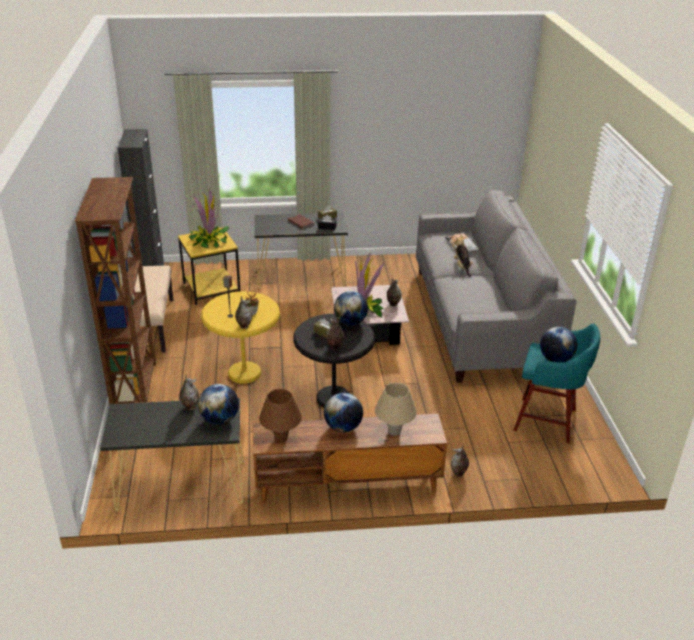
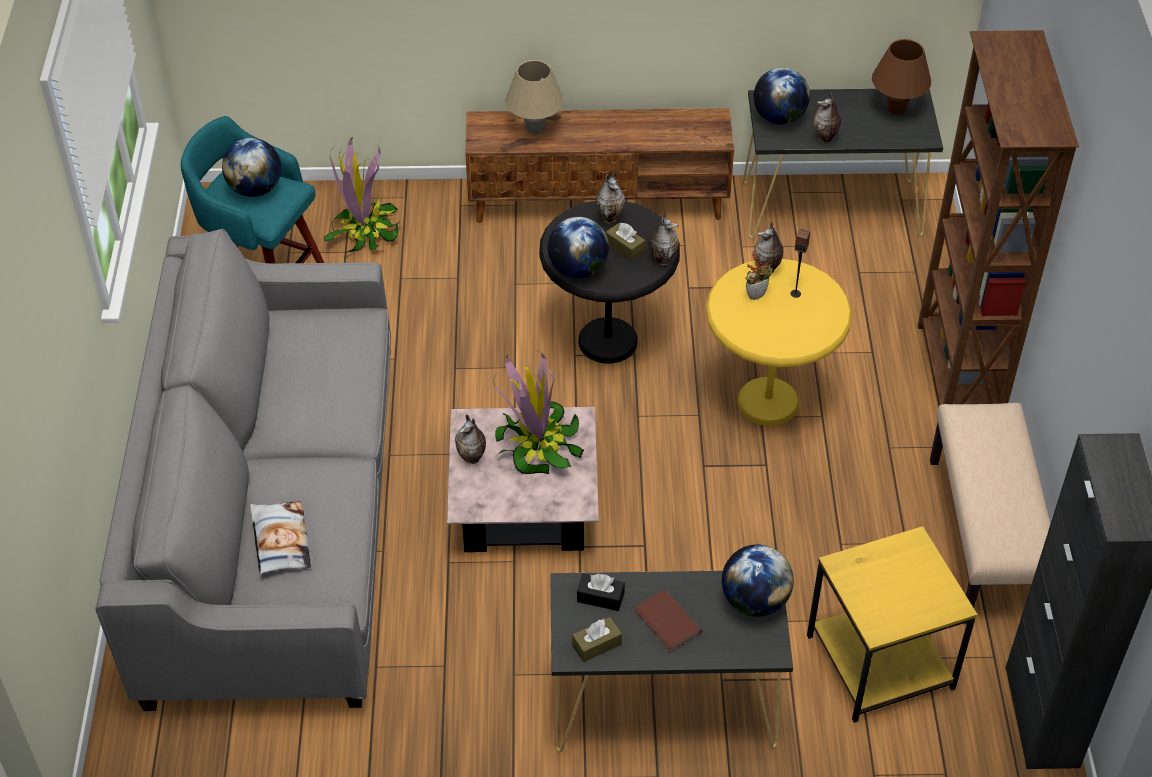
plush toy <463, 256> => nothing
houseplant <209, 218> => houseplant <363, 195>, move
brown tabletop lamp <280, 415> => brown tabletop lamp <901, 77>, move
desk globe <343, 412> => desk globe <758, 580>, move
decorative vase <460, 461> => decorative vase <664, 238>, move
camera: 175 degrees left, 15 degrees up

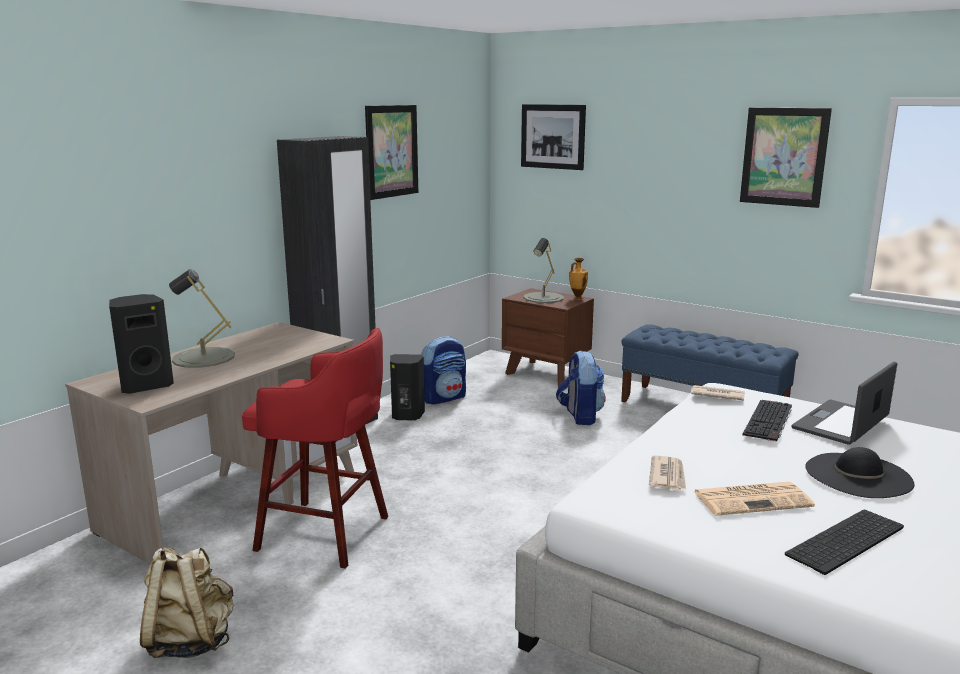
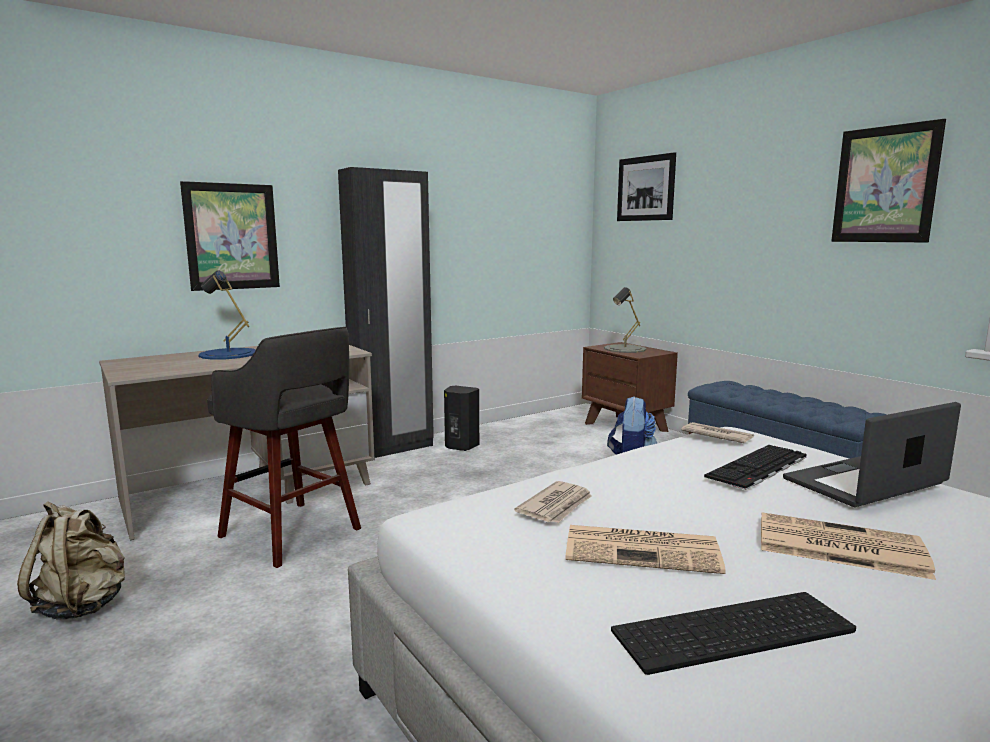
black speaker <141, 344> => nothing
backpack <443, 370> => nothing
decorative vase <578, 279> => nothing
wall art <391, 152> => wall art <230, 236>, move
black clothing hat <860, 472> => printed paper <848, 546>
gray tabletop lamp <202, 318> => bluish tabletop lamp <227, 315>
reddish stool <315, 448> => gray stool <284, 447>
camera: 20 degrees right, 5 degrees down

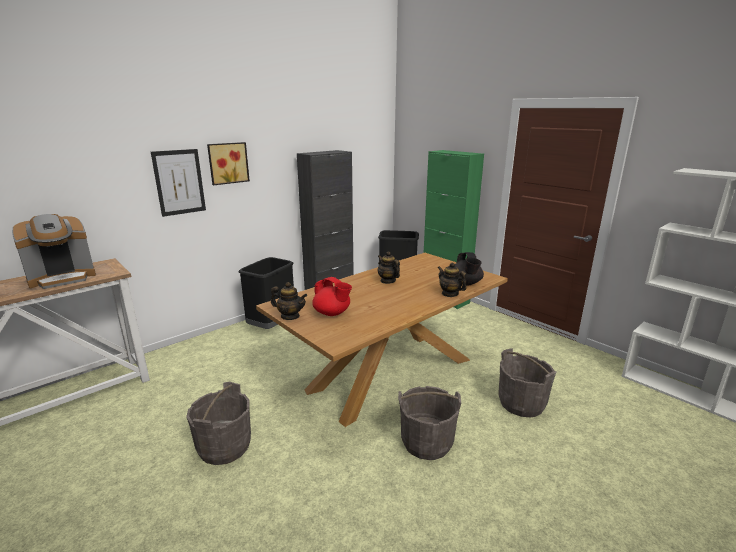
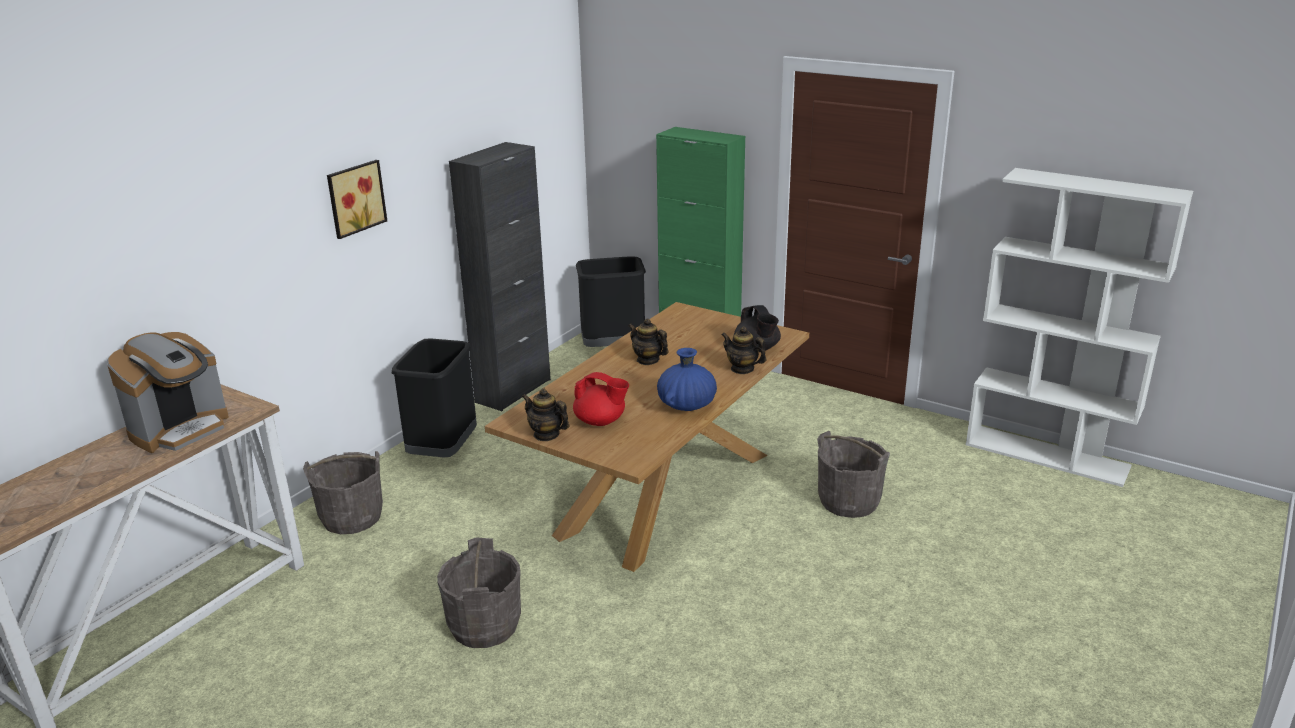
wall art <178, 183> => nothing
nothing => bluish decorative vase <687, 379>
gray pail <429, 423> => gray pail <343, 492>, move
teapot <289, 301> => teapot <545, 414>, 150 degrees counterclockwise
camera: 15 degrees left, 5 degrees up

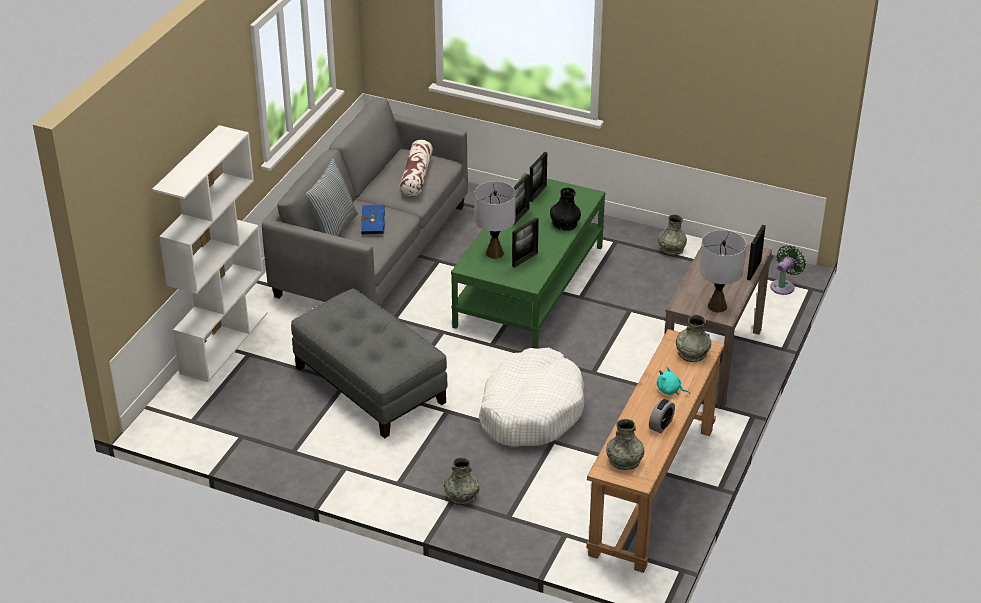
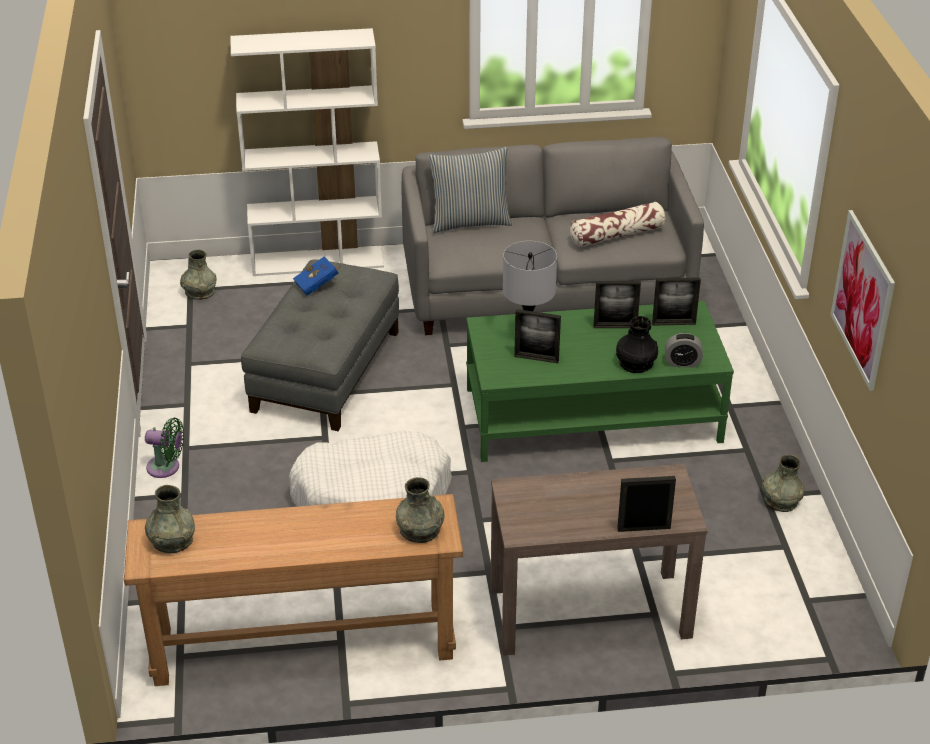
blue-green plush toy <673, 381> => nothing
gray tabletop lamp <722, 271> => nothing
nothing => wall art <862, 300>
bluish volume <373, 219> => bluish volume <316, 276>, move
gray decorative vase <462, 481> => gray decorative vase <198, 275>, move
alarm clock <662, 416> => alarm clock <684, 350>, move
green electric fan <788, 270> => green electric fan <164, 448>, move
camera: 60 degrees right, 0 degrees up

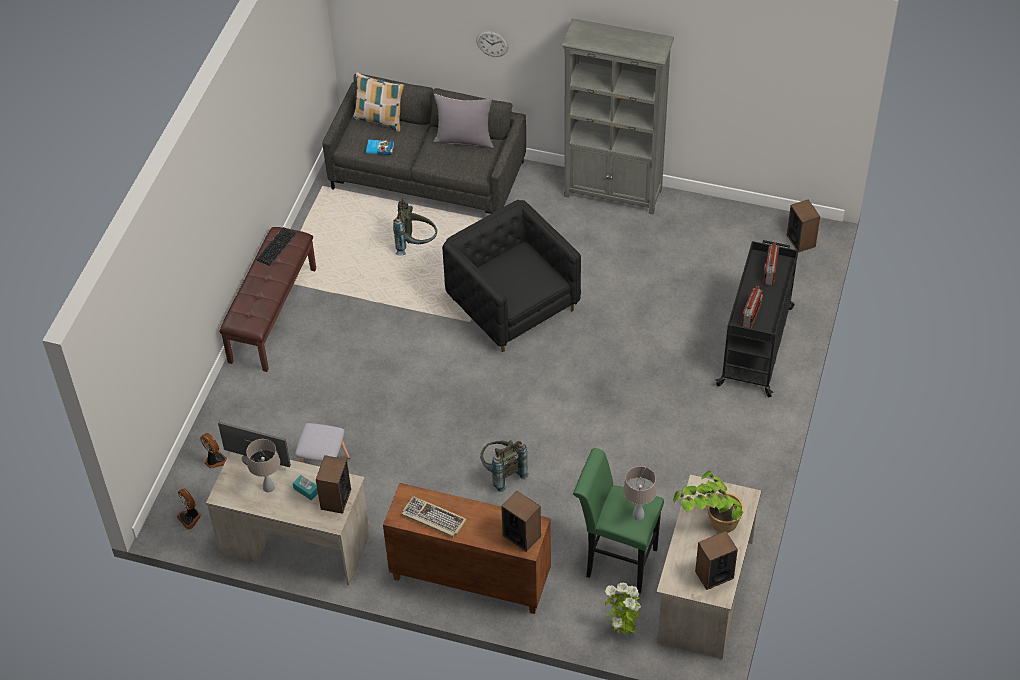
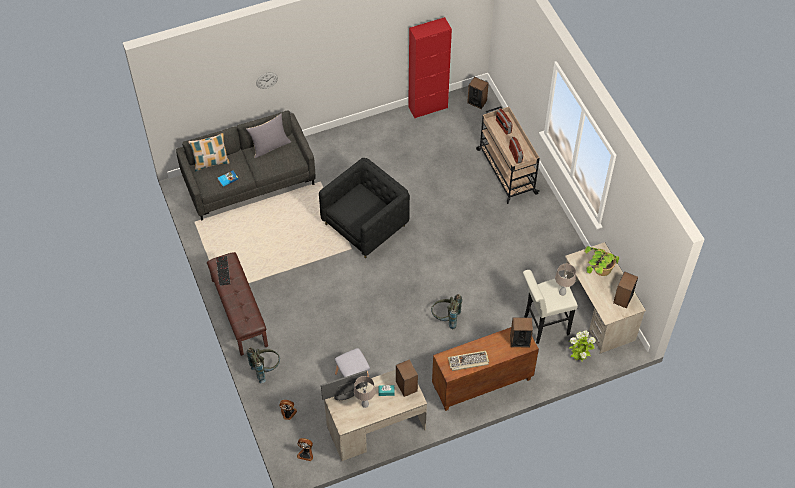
gray bookshelf <617, 117> => nothing
nothing => reddish cupboard <430, 67>
gray backpack <415, 226> => gray backpack <263, 365>, move
green stool <618, 521> => white-coloured stool <550, 307>
black wheeled cart <756, 318> => sand-coloured wheeled cart <508, 155>
black easy chair <511, 276> => black easy chair <364, 208>, 120 degrees clockwise
camera: 40 degrees left, 5 degrees up

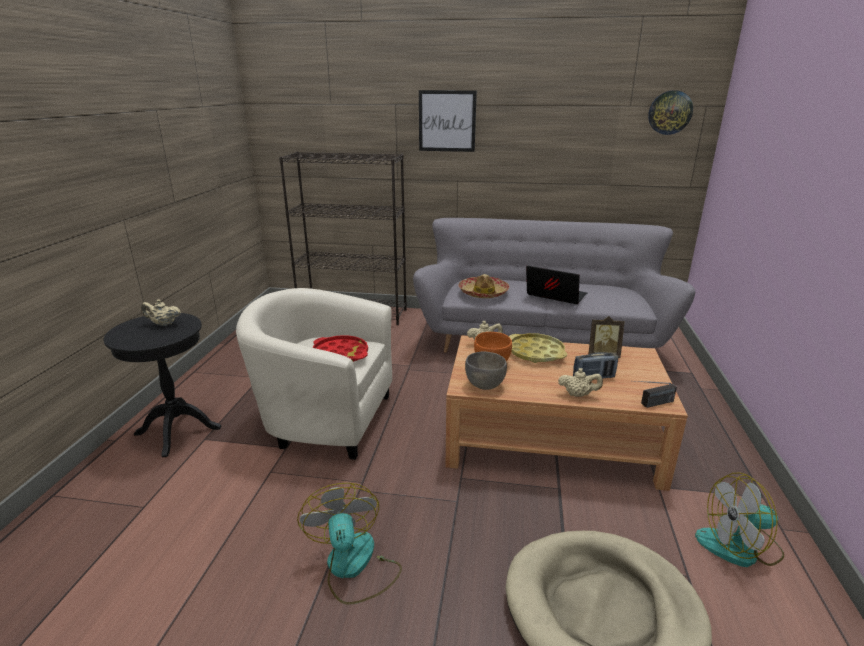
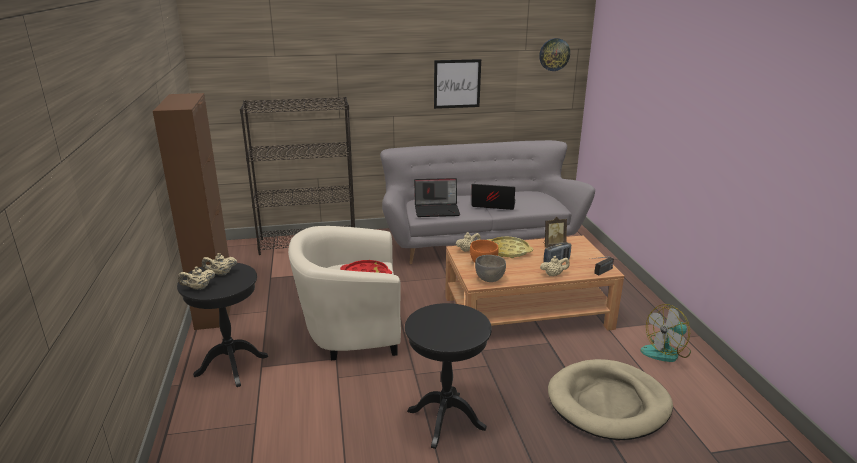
nothing => brown cupboard <192, 211>
nothing => sand-coloured teapot <196, 278>
wall art <448, 121> => wall art <457, 84>, move
electric fan <349, 543> => black side table <448, 376>
clothing hat <484, 286> => portable computer <437, 197>
camera: 20 degrees left, 0 degrees up

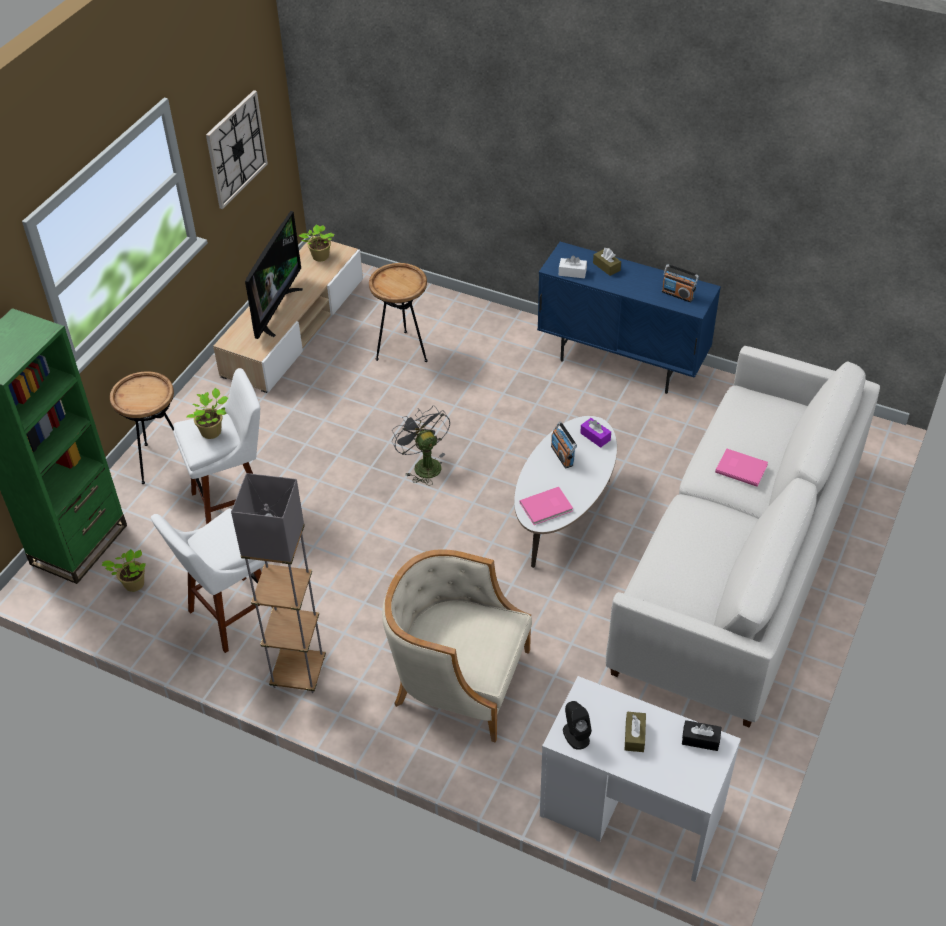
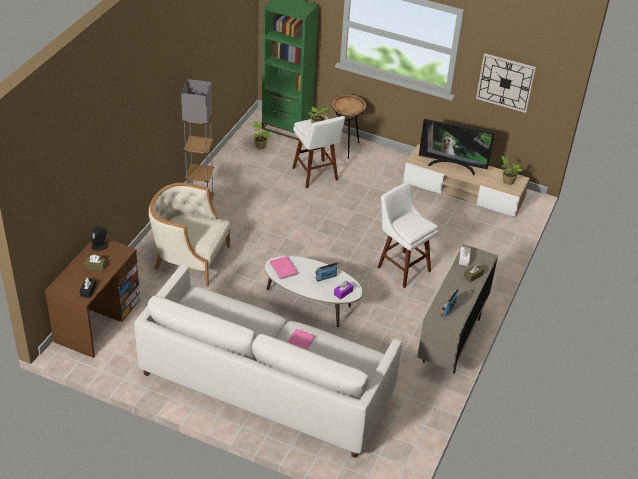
brown side table <398, 312> => nothing
gray electric fan <421, 445> => nothing
white-coloured stool <212, 580> => white-coloured stool <407, 235>, move
bluish cupboard <629, 318> => sand-coloured cupboard <457, 309>
white-coloured desk unit <640, 779> => brown desk unit <93, 298>
sand-coloured easy chair <457, 646> => sand-coloured easy chair <189, 235>, 90 degrees counterclockwise
camera: 85 degrees right, 5 degrees down

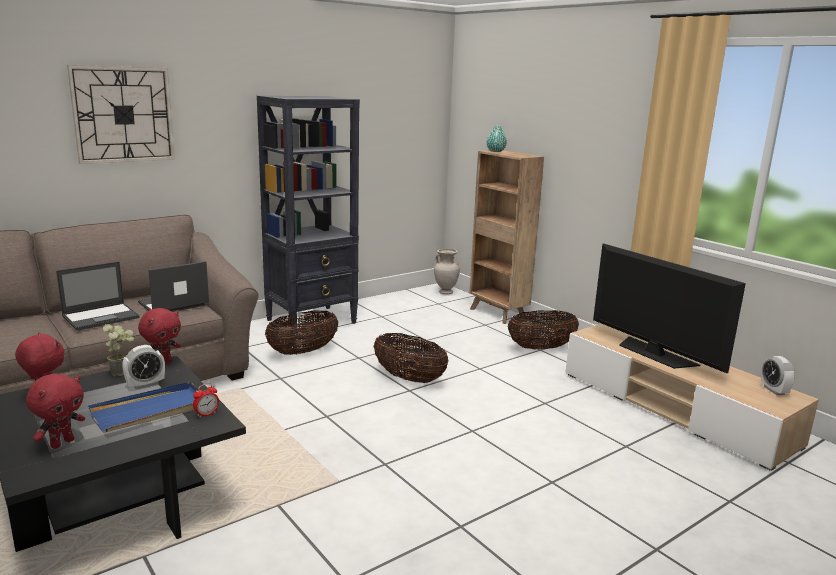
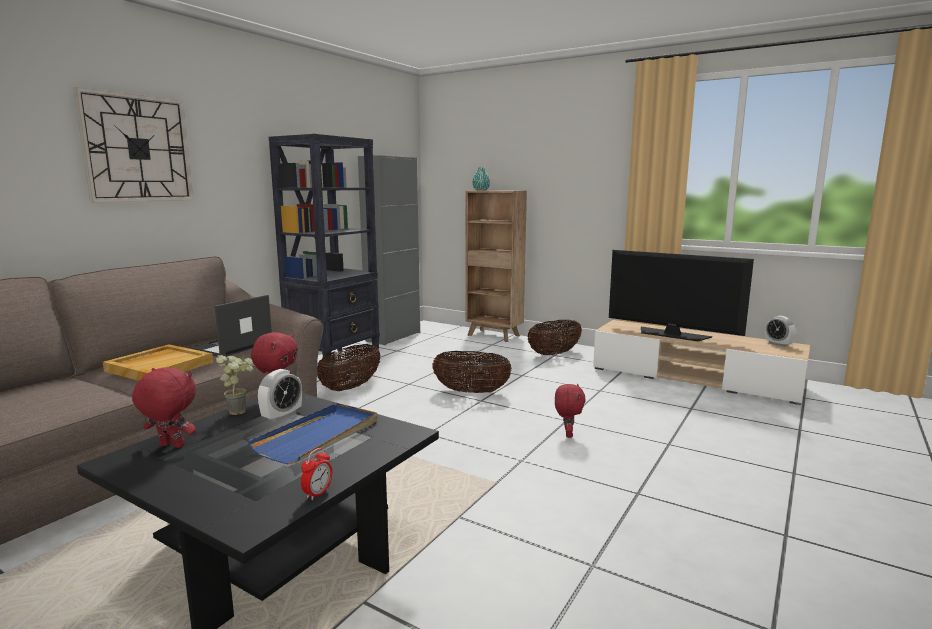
sand-coloured decorative vase <447, 271> => nothing
nothing => gray cupboard <389, 250>
reddish plush toy <55, 411> => reddish plush toy <570, 410>, move
alarm clock <206, 400> => alarm clock <316, 474>, move
portable computer <98, 296> => sand-coloured serving tray <158, 362>
camera: 20 degrees left, 5 degrees down

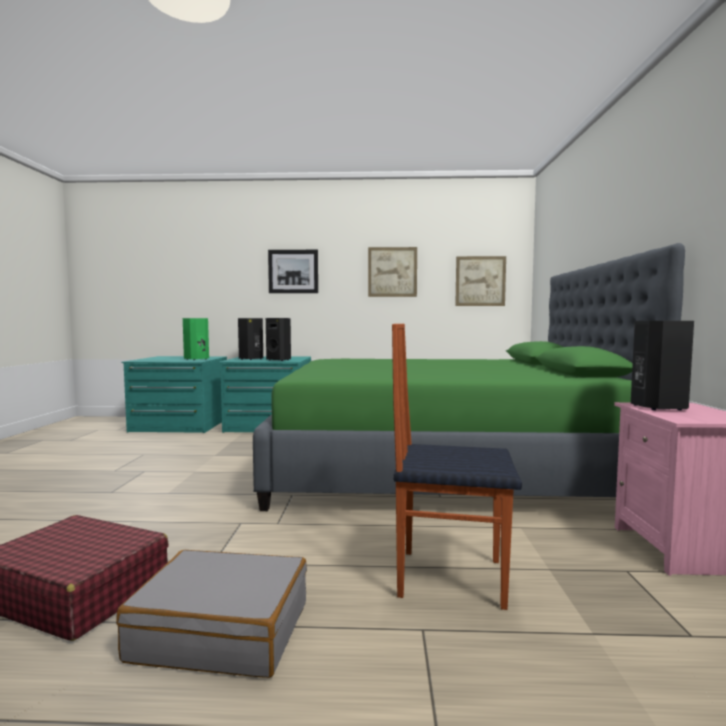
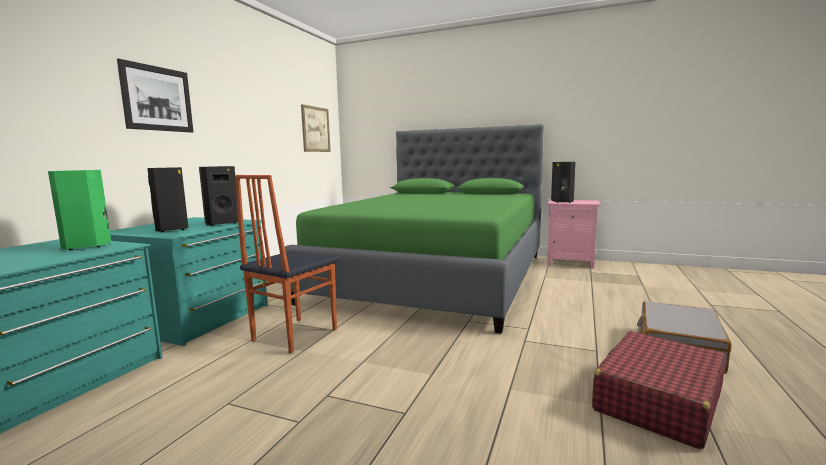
wall art <392, 272> => nothing
upright chair <457, 467> => upright chair <287, 264>, move
camera: 70 degrees left, 5 degrees up

